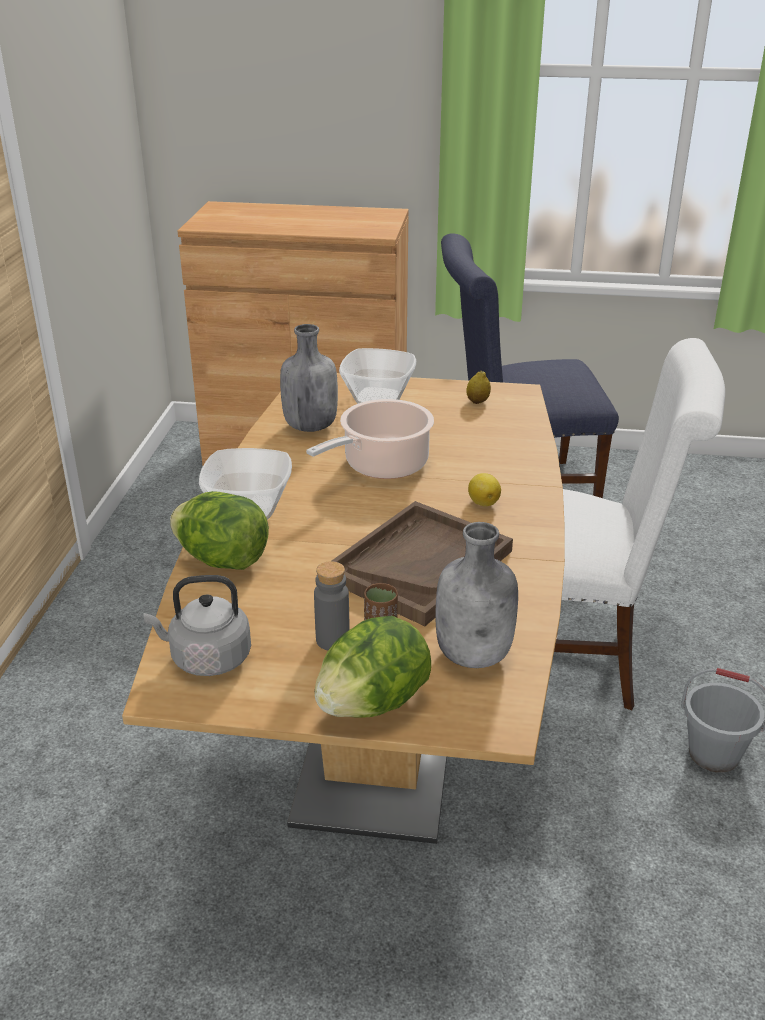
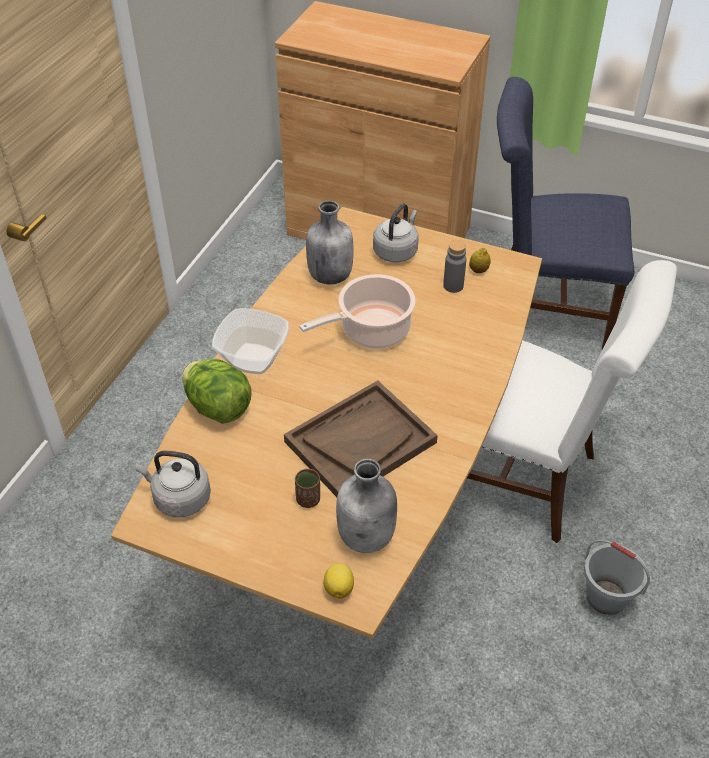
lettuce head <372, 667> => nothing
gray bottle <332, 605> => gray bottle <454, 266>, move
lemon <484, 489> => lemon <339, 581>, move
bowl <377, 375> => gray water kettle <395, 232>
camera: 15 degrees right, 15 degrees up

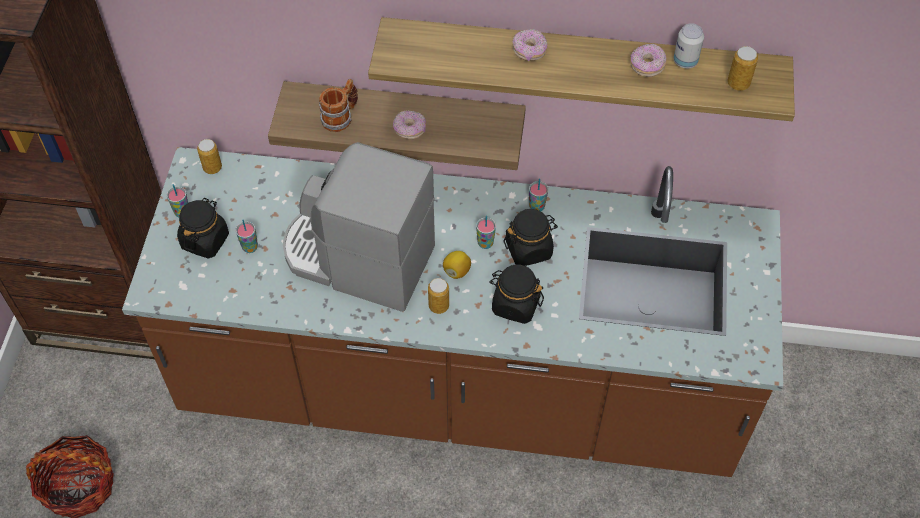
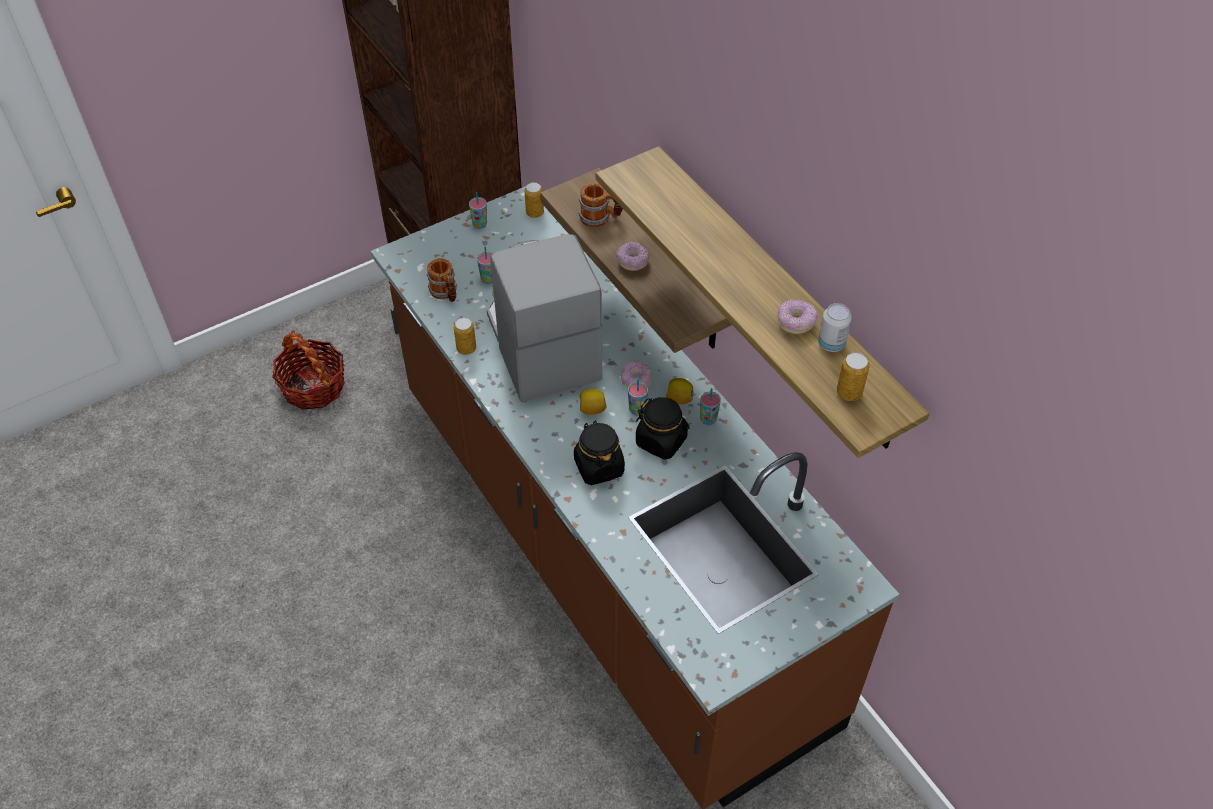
black preserve jar <203, 228> => nothing
nothing => coffee mug <442, 280>
nothing => lemon <679, 391>
metal can <438, 296> => metal can <465, 336>, move
ring doughnut <530, 45> => ring doughnut <636, 373>, move
camera: 50 degrees right, 5 degrees down

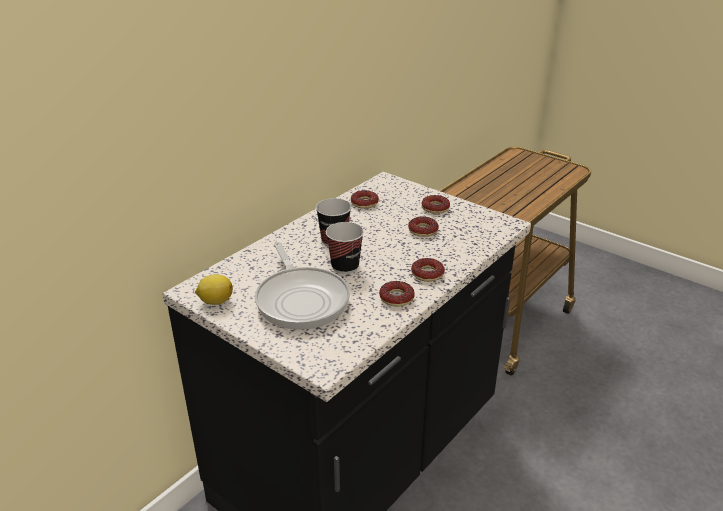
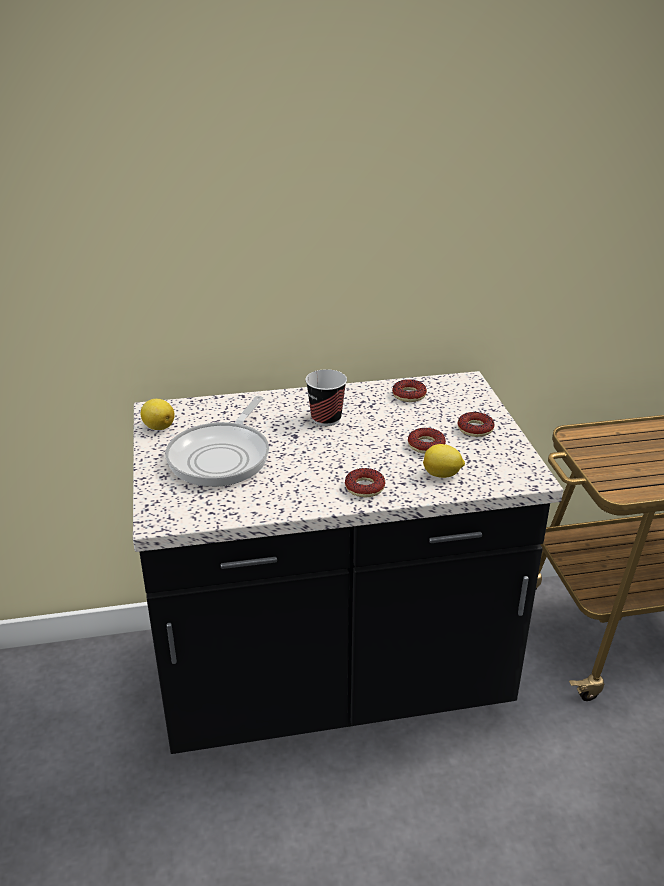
small cup <345, 248> => nothing
ring doughnut <396, 294> => nothing
nothing => lemon <444, 461>
camera: 40 degrees right, 0 degrees up

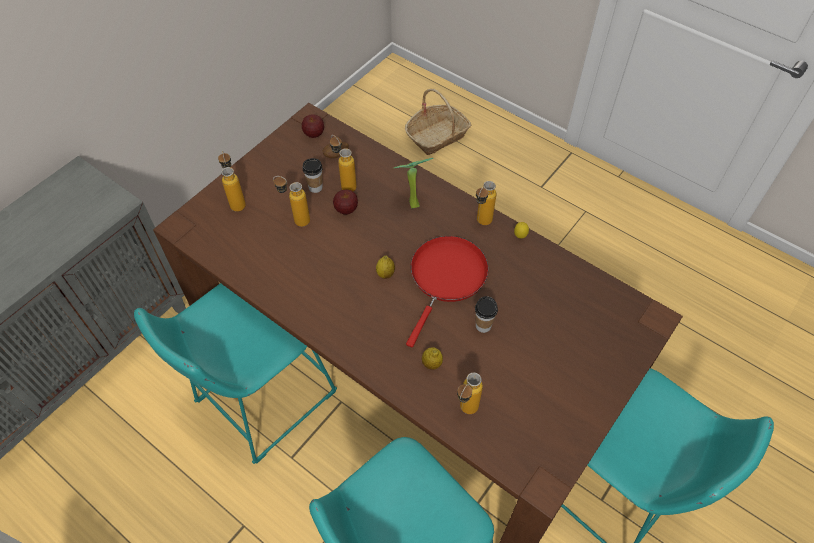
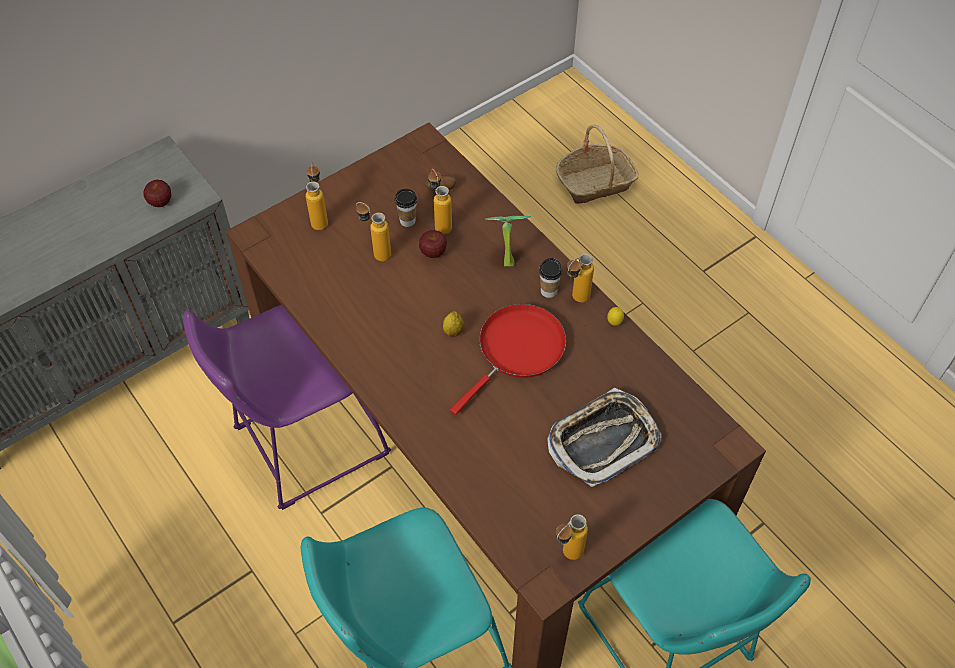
lemon <432, 358> => nothing
nothing => serving tray <604, 437>
apple fruit <313, 126> => apple fruit <157, 193>, move
bottle <470, 393> => bottle <572, 537>, move
small cup <486, 314> => small cup <550, 278>, move
blue-green stool <235, 373> => purplish stool <287, 407>
camera: 15 degrees right, 0 degrees up

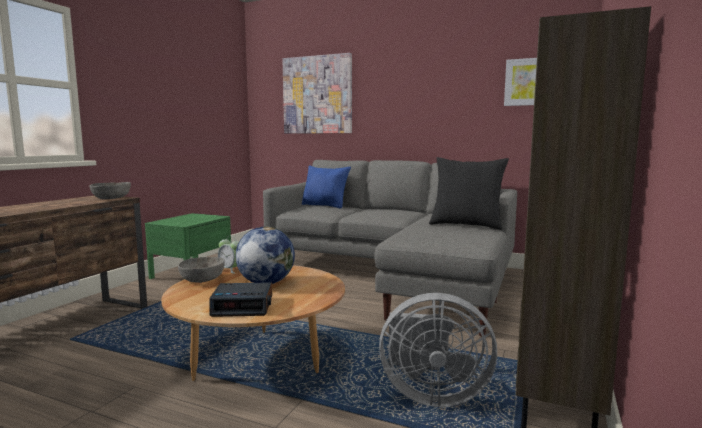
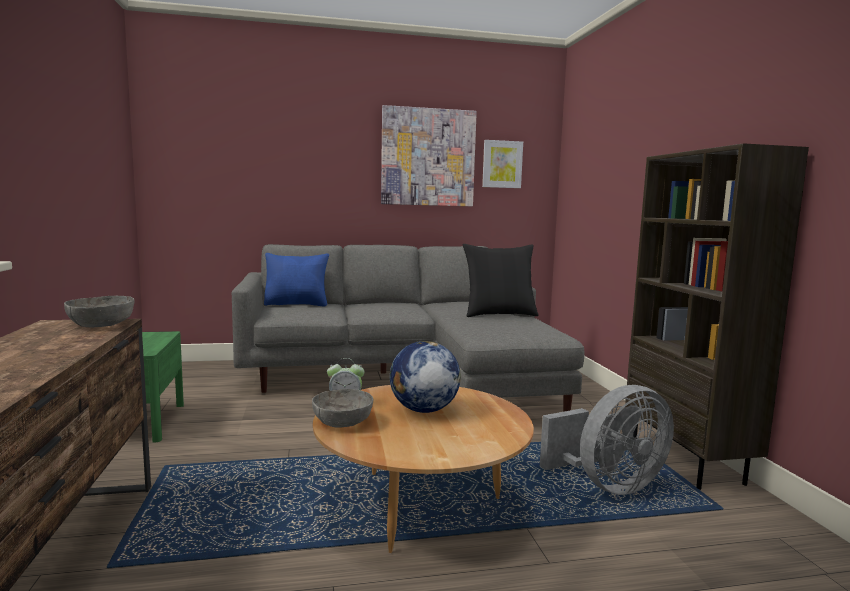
alarm clock <240, 299> => nothing
wall art <317, 93> => wall art <429, 155>, move
camera: 35 degrees left, 0 degrees up

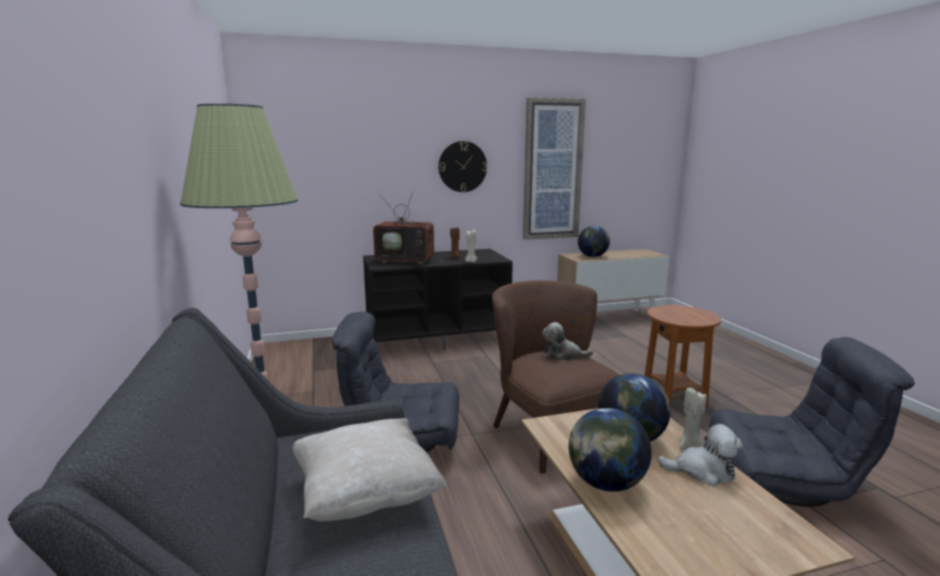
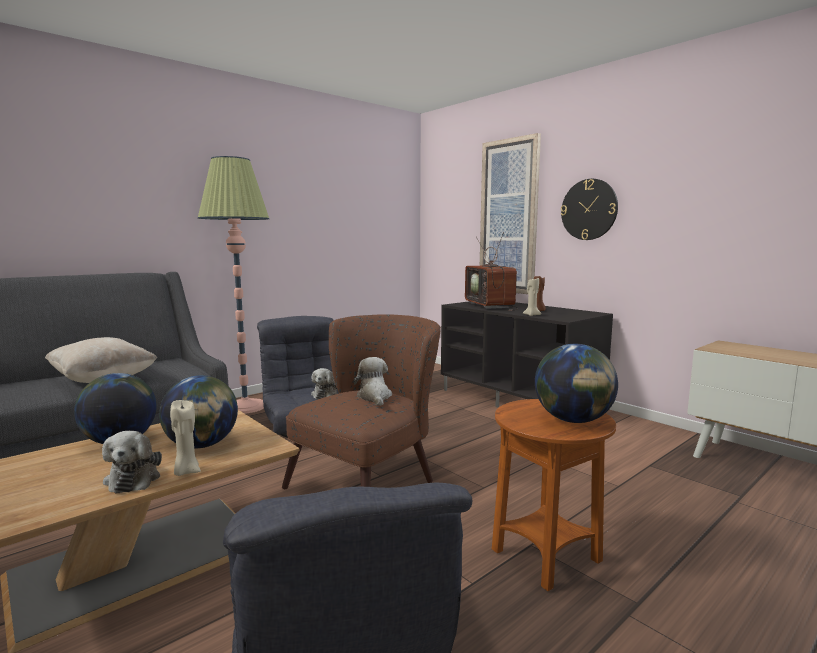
nothing => plush toy <324, 384>
wall art <554, 169> => wall art <510, 213>, move
desk globe <594, 241> => desk globe <576, 383>, move
camera: 65 degrees right, 5 degrees down

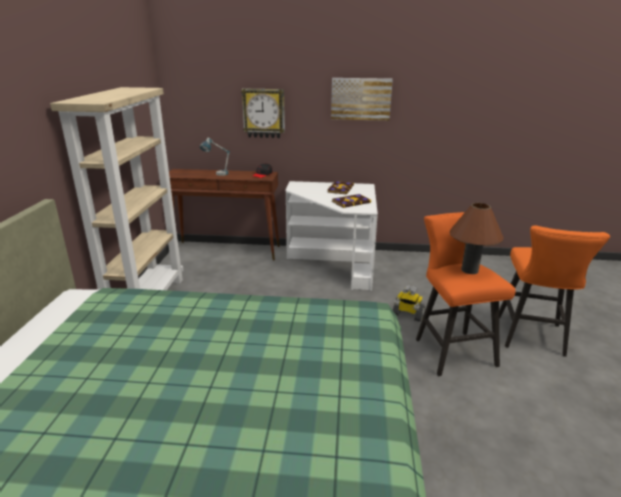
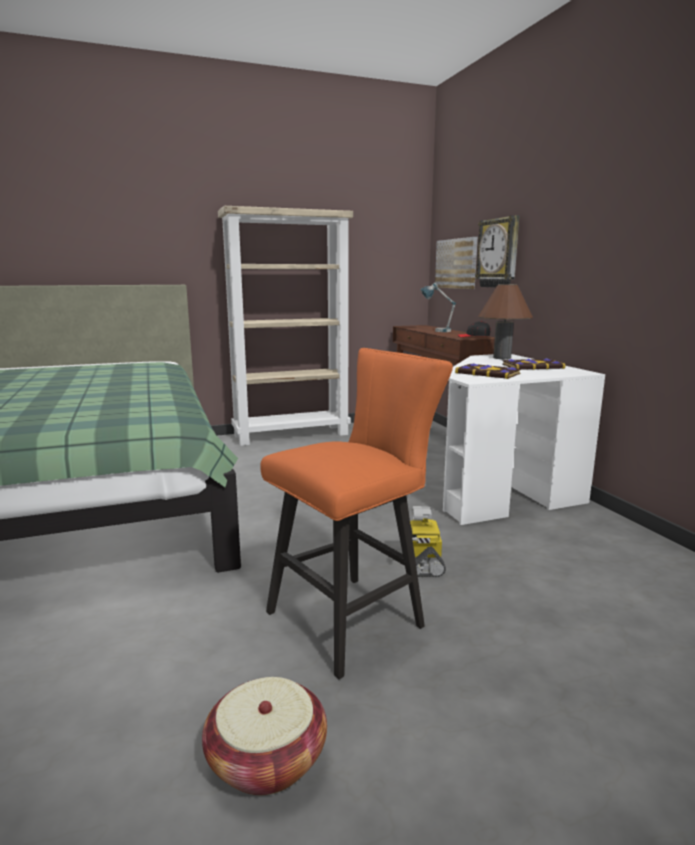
orangey stool <554, 291> => nothing
nothing => storage basket <264, 736>
wall art <362, 99> => wall art <456, 263>, move
brown tabletop lamp <476, 238> => brown tabletop lamp <505, 321>, move
camera: 65 degrees right, 10 degrees down

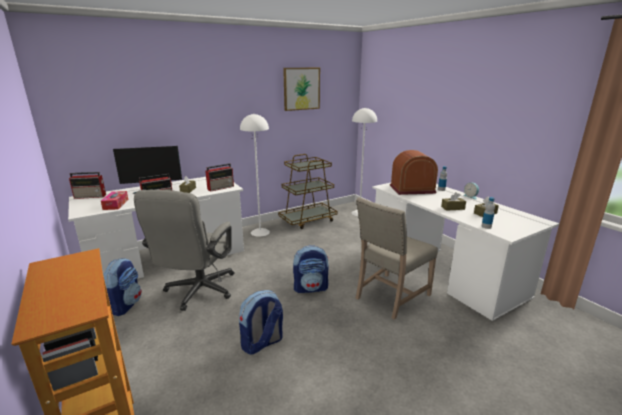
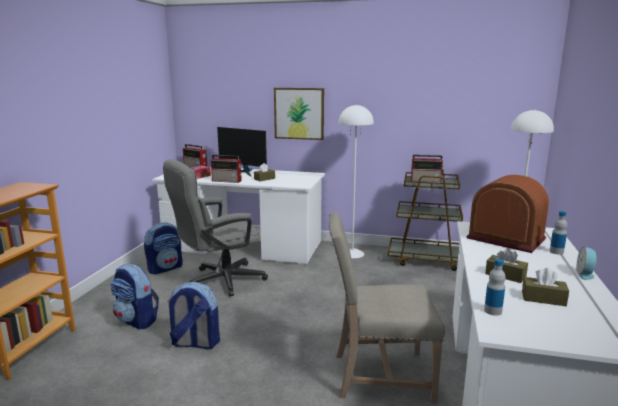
radio receiver <219, 178> => radio receiver <427, 169>, move
wall art <301, 89> => wall art <299, 114>, move
backpack <311, 269> => backpack <134, 297>, move
camera: 45 degrees right, 5 degrees down

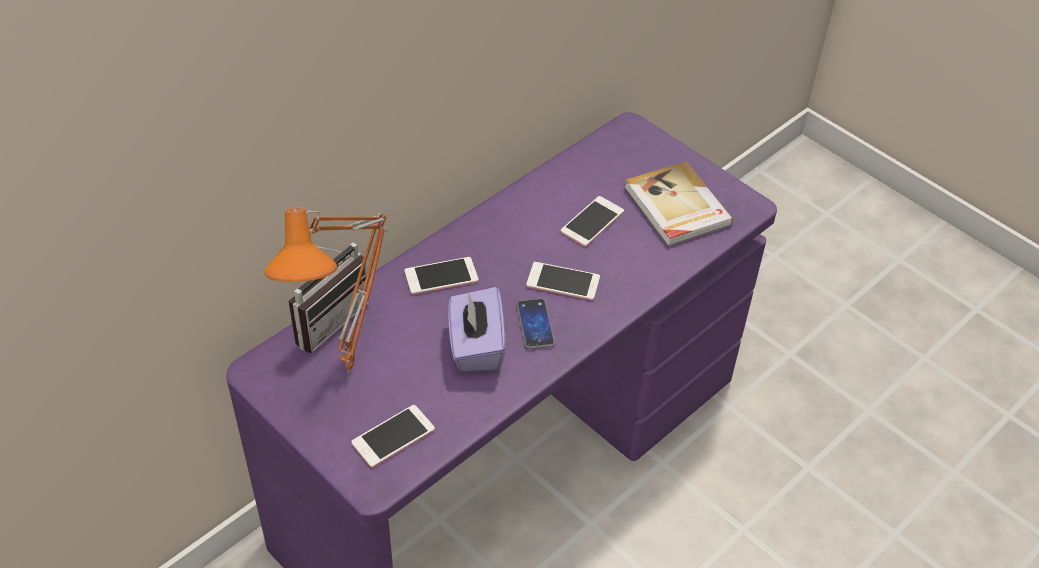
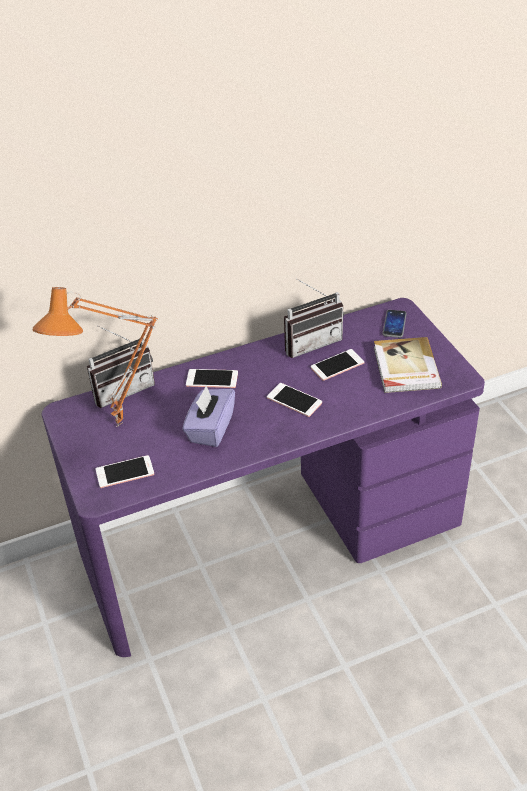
nothing => radio receiver <314, 318>
phone <535, 324> => phone <394, 324>, move
camera: 25 degrees right, 5 degrees down

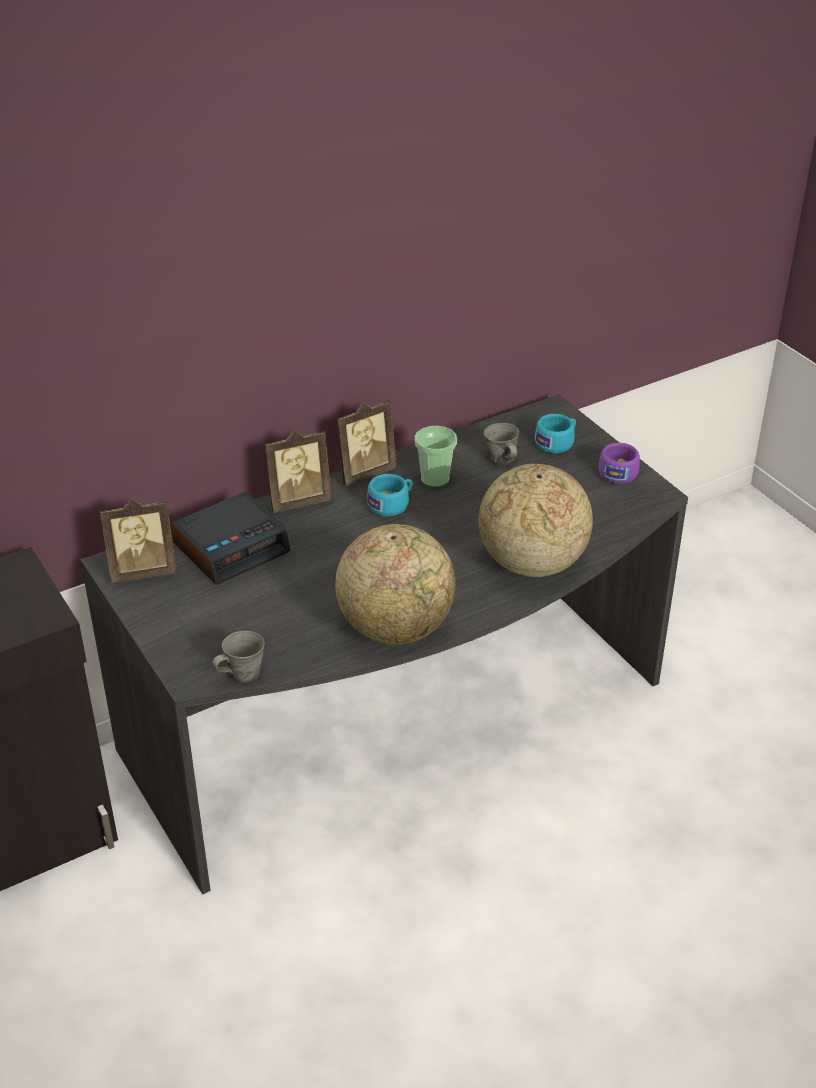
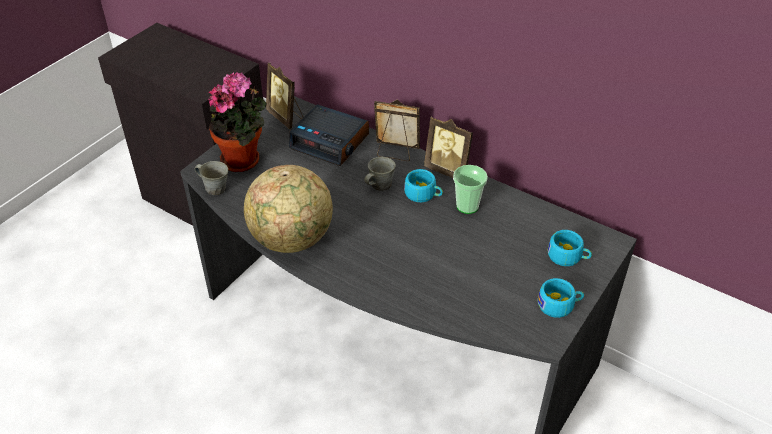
desk globe <536, 520> => nothing
nothing => houseplant <238, 122>
gray coffee mug <501, 444> => gray coffee mug <380, 174>, move
purplish small cup <619, 463> => blue-green small cup <560, 298>
picture frame <298, 471> => picture frame <397, 130>, 150 degrees clockwise
camera: 65 degrees right, 5 degrees up

